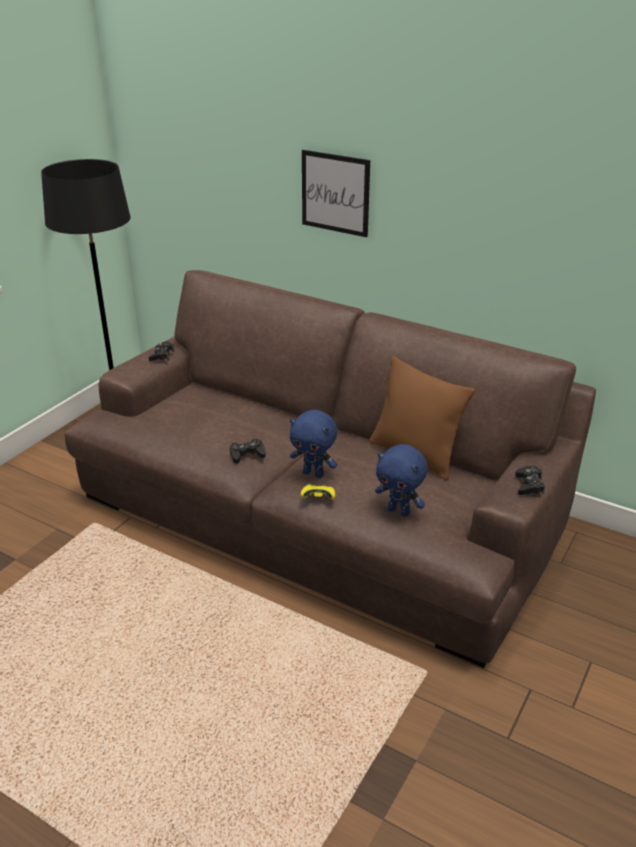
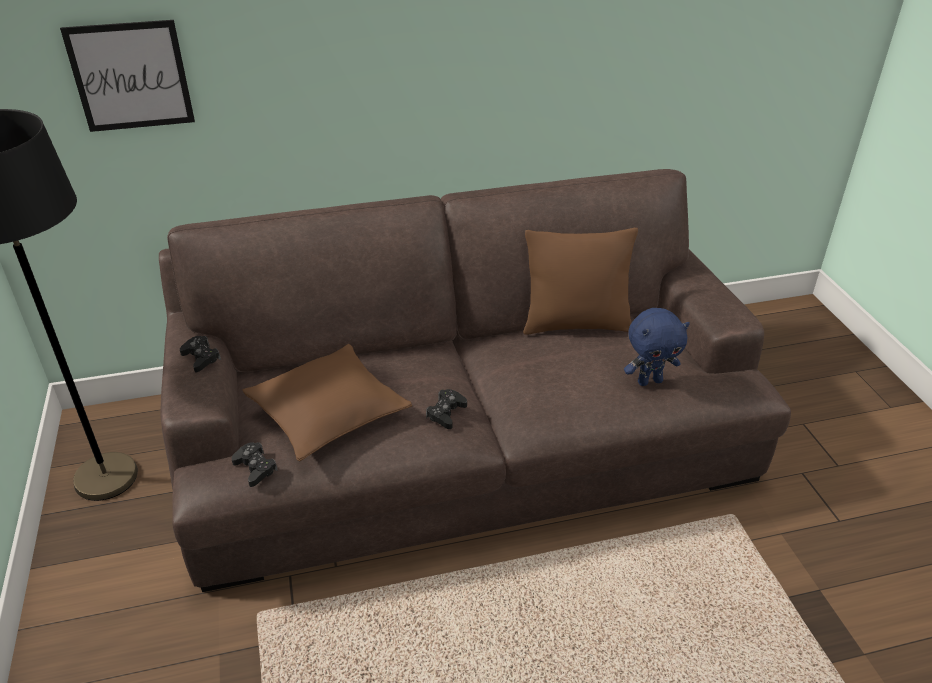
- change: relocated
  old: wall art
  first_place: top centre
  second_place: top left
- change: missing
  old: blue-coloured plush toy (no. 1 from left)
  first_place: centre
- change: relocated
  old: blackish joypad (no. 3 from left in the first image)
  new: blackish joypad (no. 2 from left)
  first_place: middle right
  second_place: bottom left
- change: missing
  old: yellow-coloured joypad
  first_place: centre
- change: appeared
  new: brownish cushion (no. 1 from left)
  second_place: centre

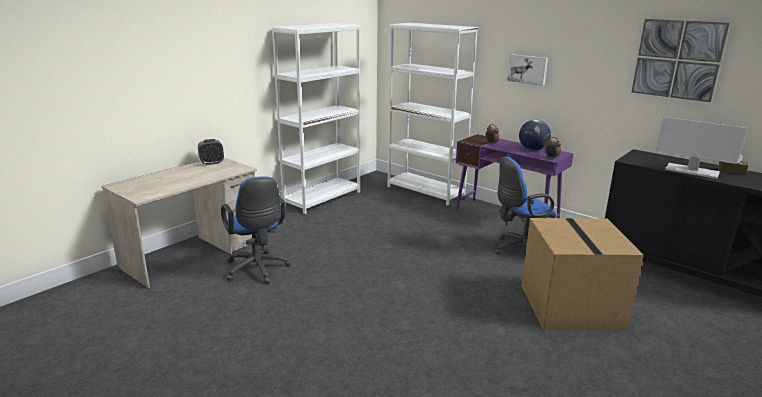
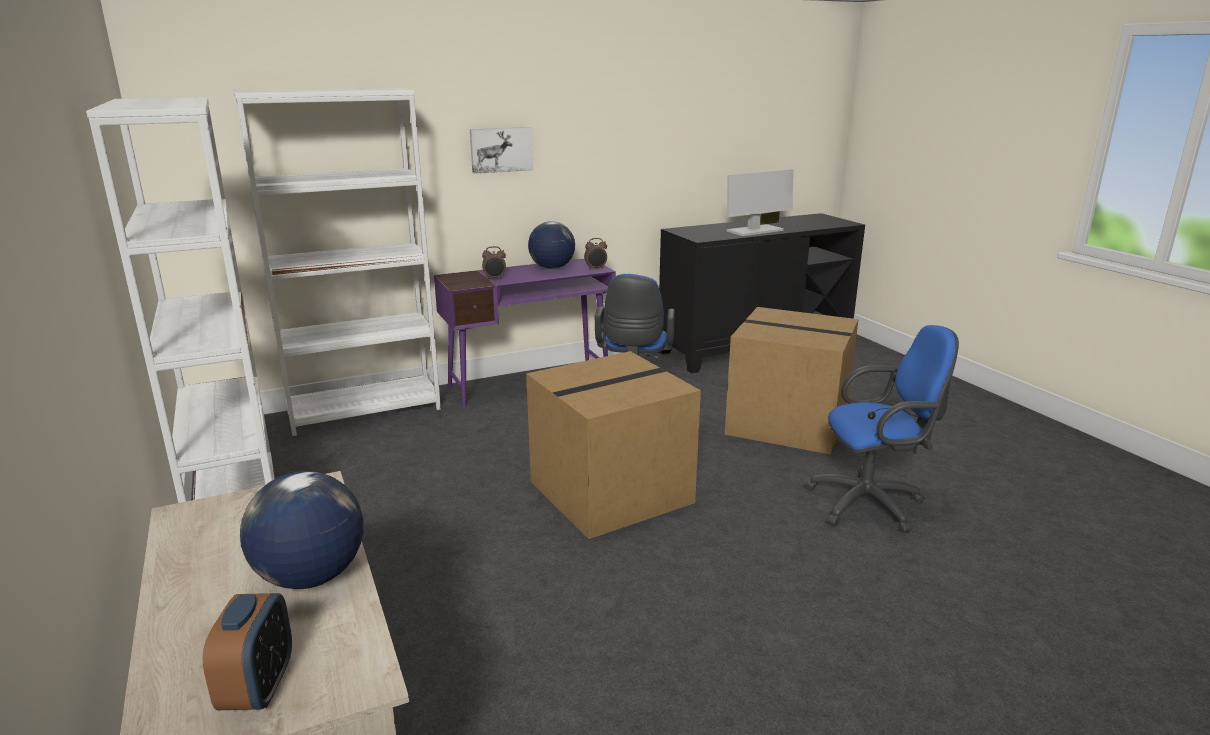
- change: missing
  old: wall art (no. 2 from left)
  first_place: top right
- change: relocated
  old: table clock (no. 1 from left)
  first_place: middle left
  second_place: bottom left
- change: relocated
  old: blue-coloured office chair (no. 1 from left in the first image)
  new: blue-coloured office chair (no. 2 from left)
  first_place: centre
  second_place: middle right
- change: appeared
  new: cardboard box (no. 1 from left)
  second_place: centre
- change: appeared
  new: world globe (no. 1 from left)
  second_place: bottom left

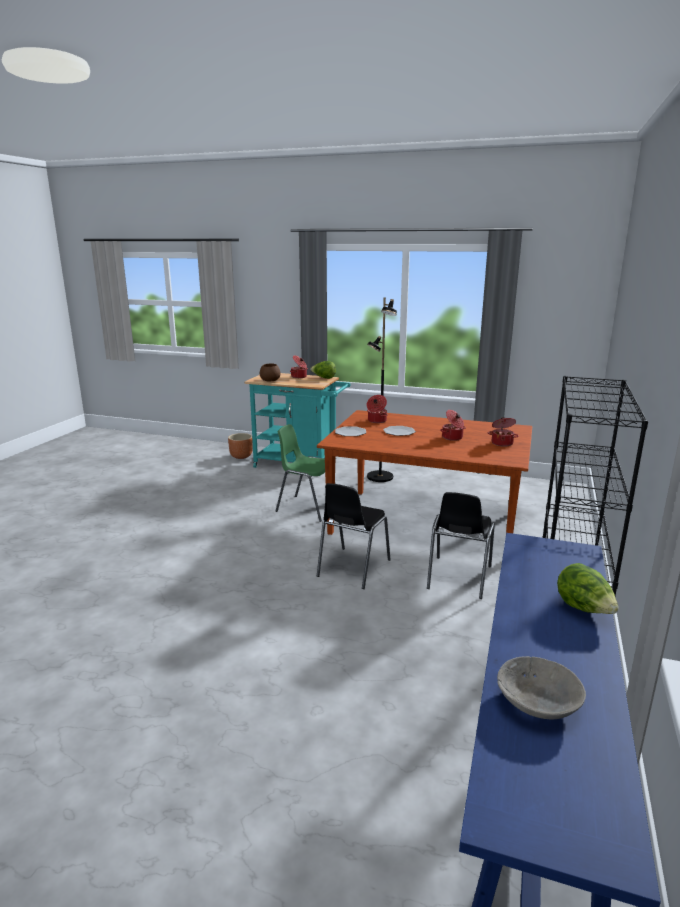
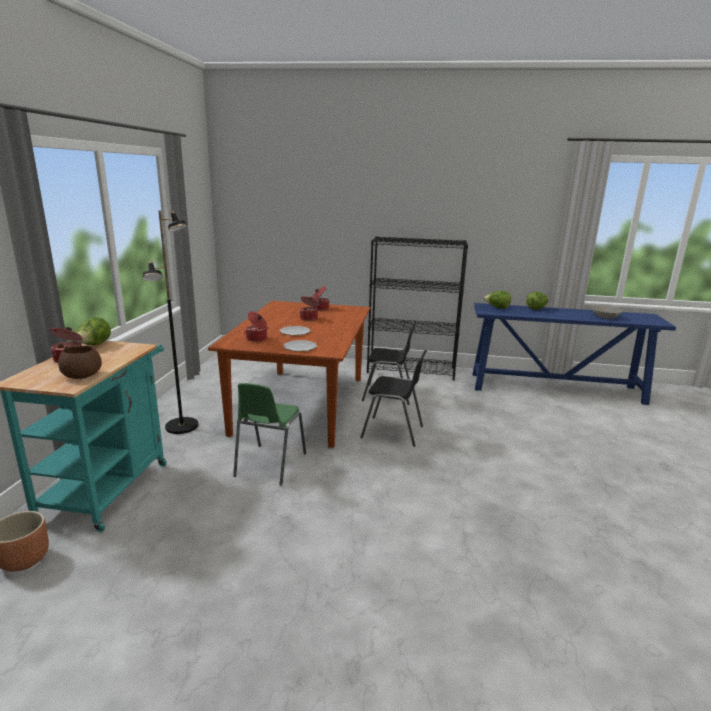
- change: appeared
  new: lettuce (no. 2 from left)
  second_place: middle right

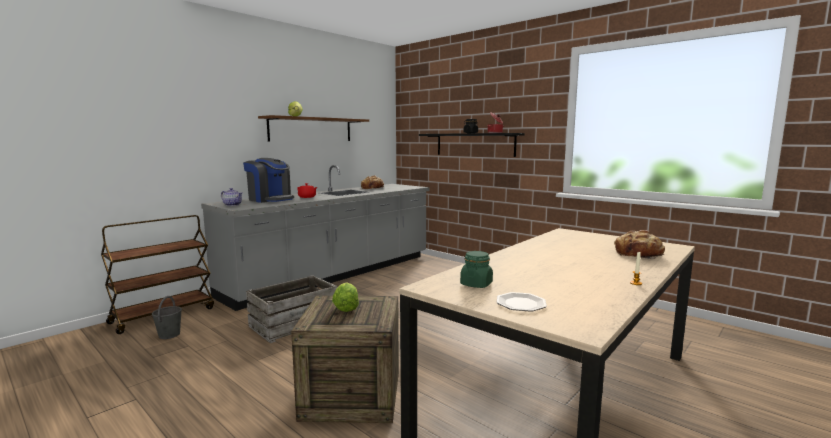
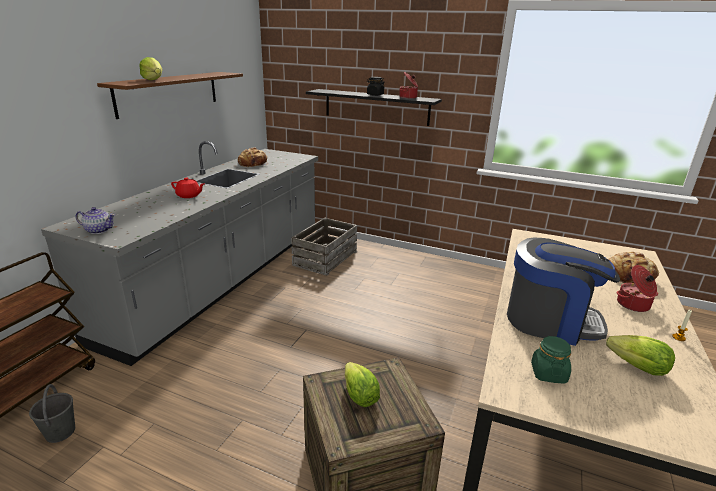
- change: relocated
  old: coffee machine
  first_place: middle left
  second_place: middle right
- change: relocated
  old: packing crate (no. 1 from left)
  first_place: bottom centre
  second_place: centre
- change: missing
  old: dinner plate
  first_place: bottom centre
- change: appeared
  new: saucepot (no. 2 from left)
  second_place: middle right
- change: appeared
  new: lettuce (no. 3 from left)
  second_place: bottom right

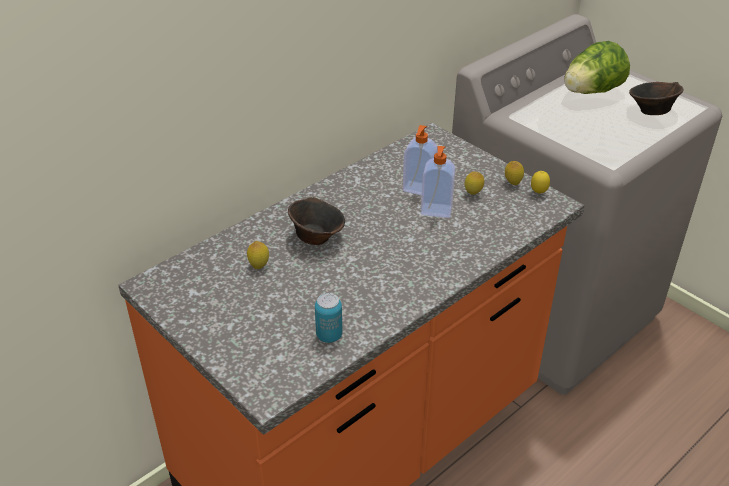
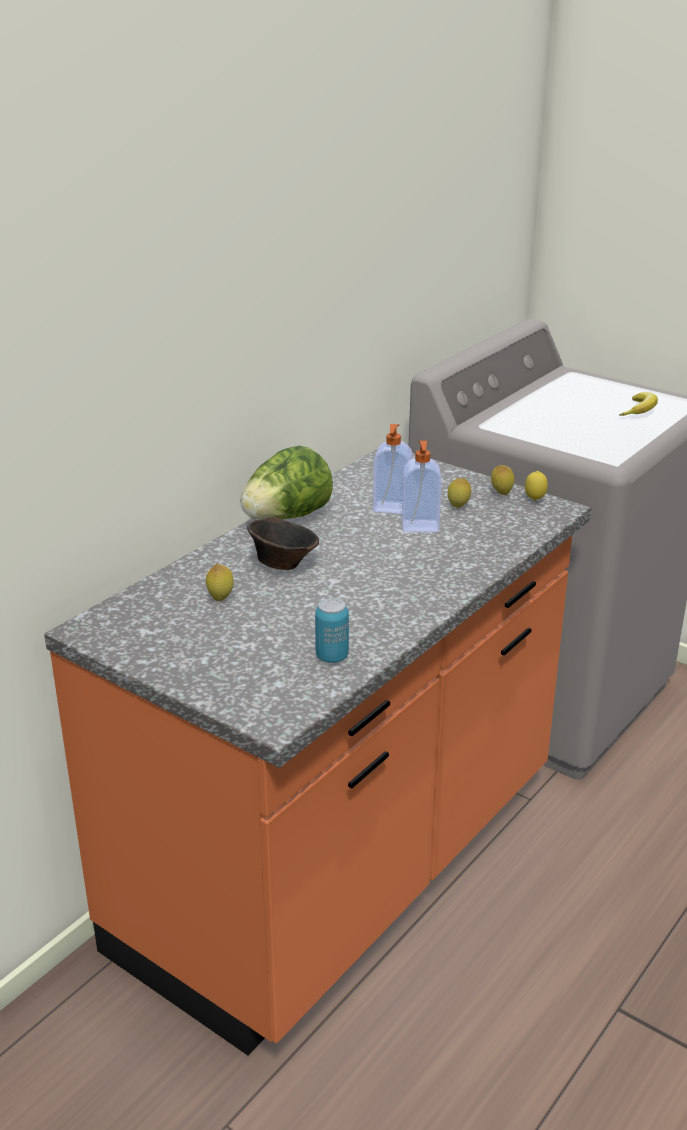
- change: relocated
  old: lettuce
  first_place: top right
  second_place: centre
- change: exchanged
  old: brownish serving bowl (no. 2 from left)
  new: banana
  first_place: top right
  second_place: middle right

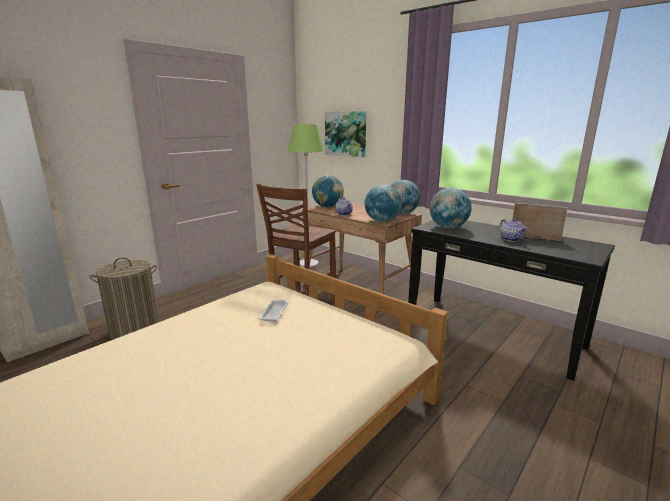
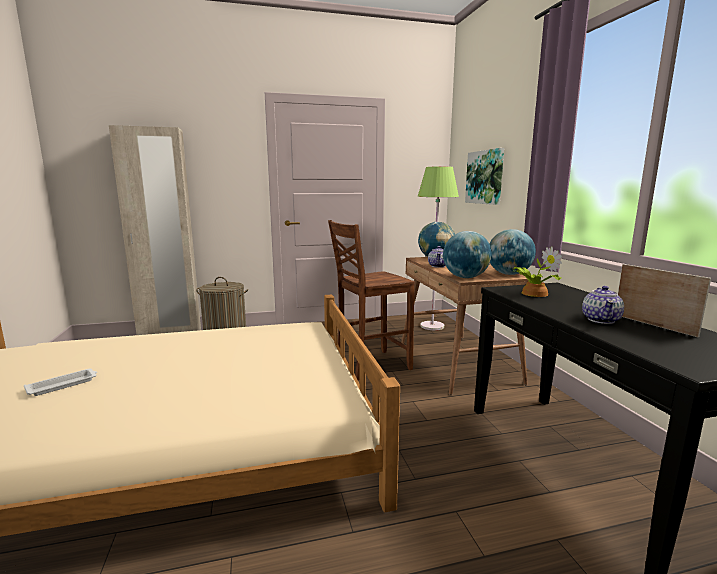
- change: exchanged
  old: world globe (no. 4 from left)
  new: potted plant
  first_place: middle right
  second_place: middle right
- change: relocated
  old: white-coloured serving tray
  first_place: centre
  second_place: middle left

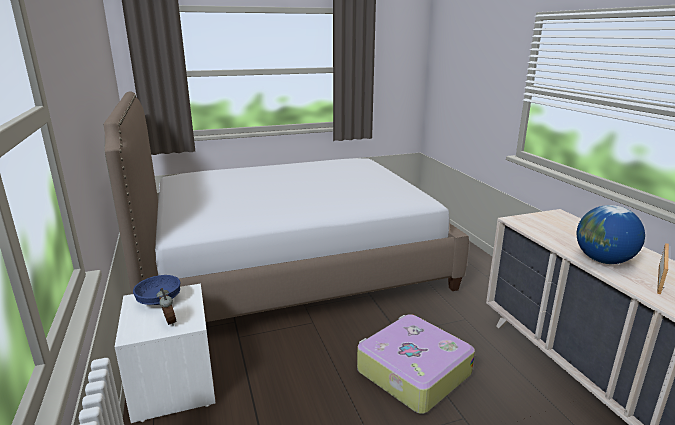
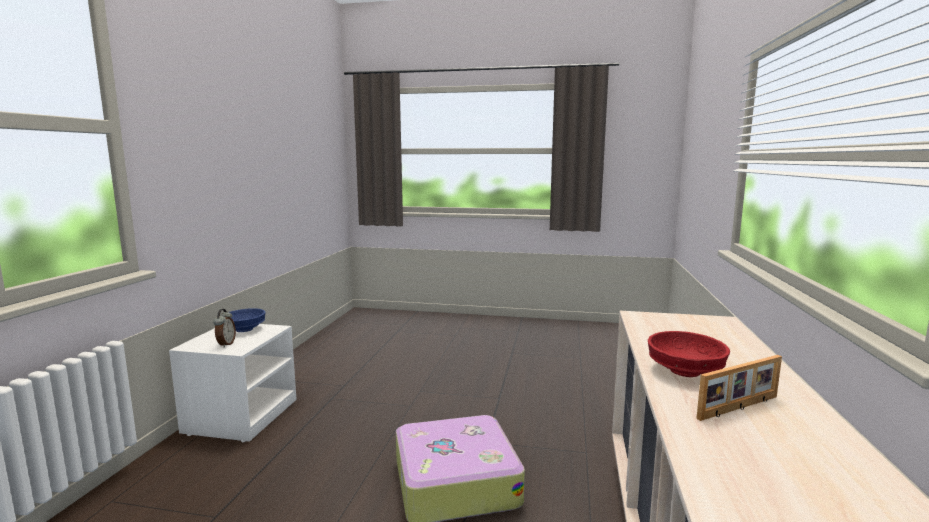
- change: missing
  old: sleeping bed
  first_place: centre
- change: exchanged
  old: world globe
  new: red-coloured serving bowl
  first_place: middle right
  second_place: bottom right

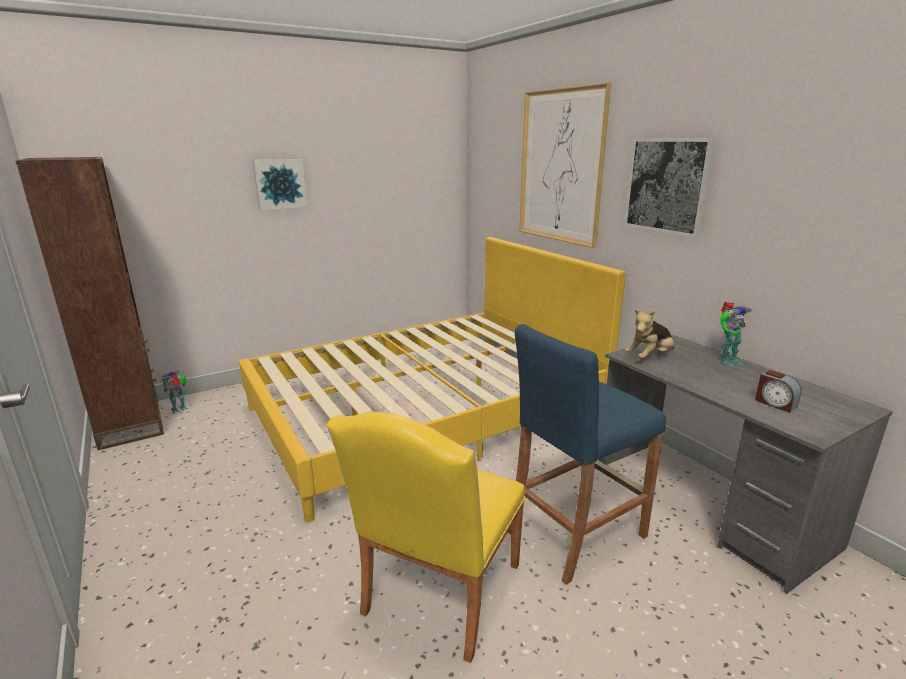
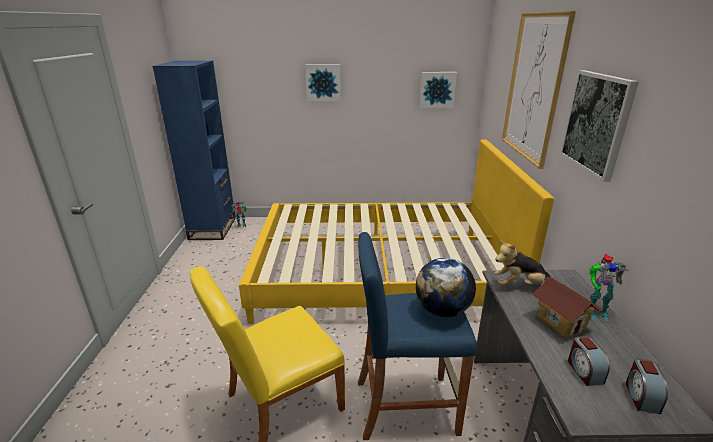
- change: colour
  old: brownish bookshelf
  new: blue-coloured bookshelf
  first_place: middle left
  second_place: middle left
- change: appeared
  new: wall art (no. 2 from left)
  second_place: top centre
- change: appeared
  new: world globe
  second_place: centre
- change: appeared
  new: toy house
  second_place: bottom right
- change: appeared
  new: table clock (no. 2 from left)
  second_place: bottom right

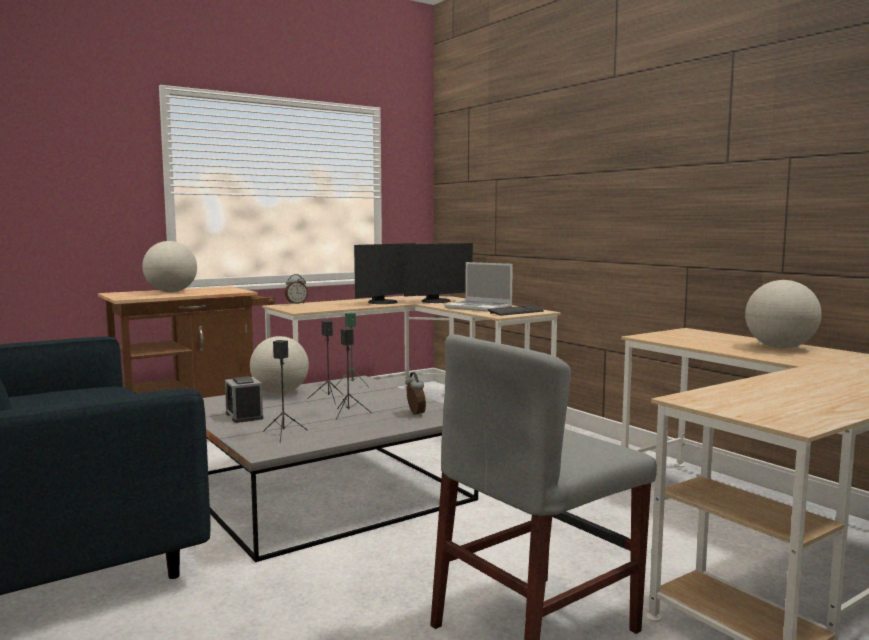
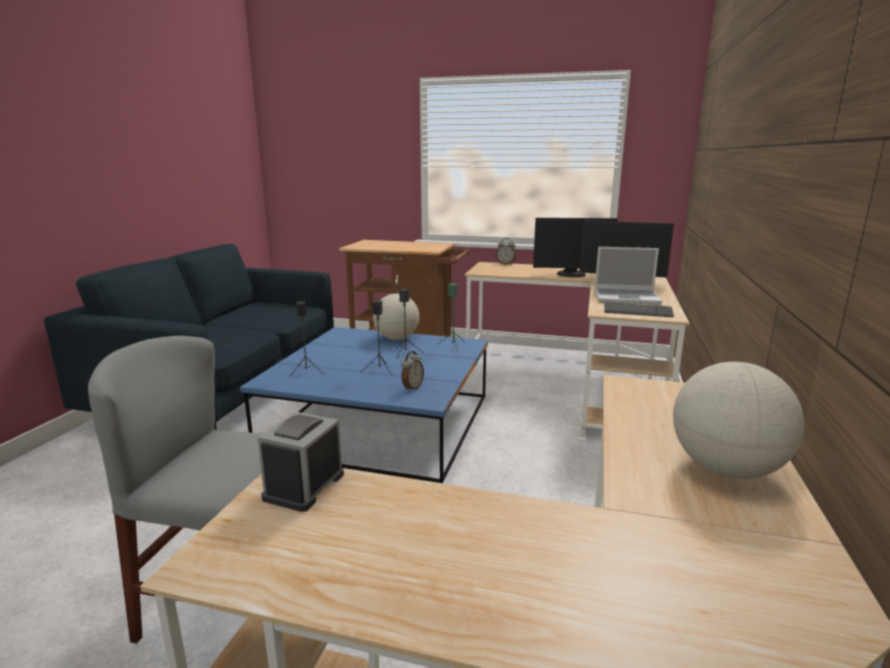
- change: missing
  old: world globe (no. 1 from left)
  first_place: middle left
- change: spun
  old: portable computer
  first_place: centre
  second_place: middle right
  degrees: -75
- change: colour
  old: gray lounge table
  new: blue-coloured lounge table
  first_place: bottom centre
  second_place: centre
- change: relocated
  old: table clock (no. 1 from left)
  first_place: middle left
  second_place: bottom centre

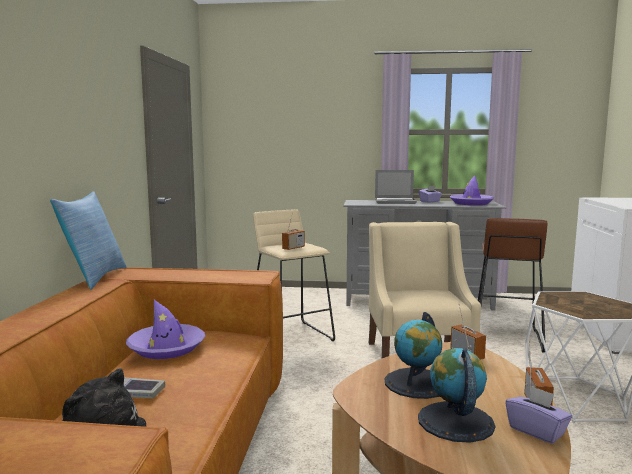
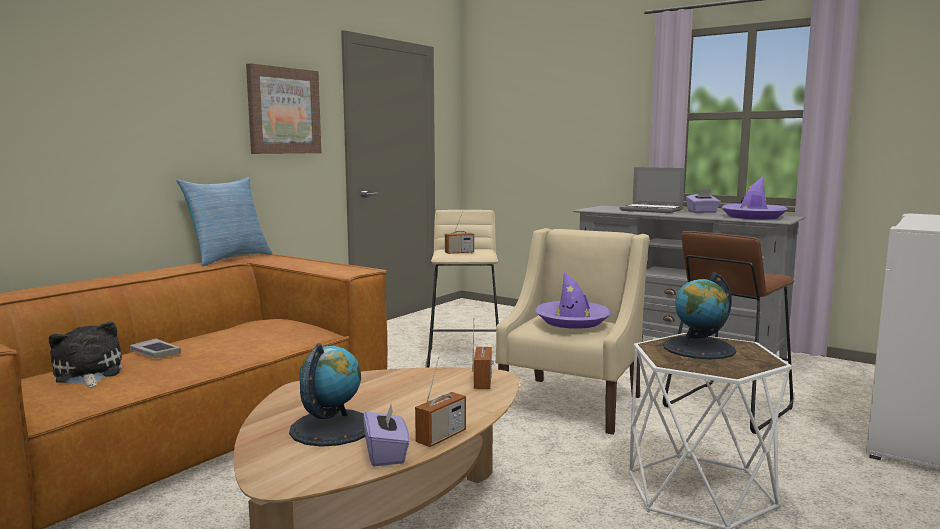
- change: relocated
  old: purple wearable hat (no. 1 from left)
  first_place: bottom left
  second_place: centre
- change: relocated
  old: world globe (no. 1 from left in the first image)
  new: world globe (no. 2 from left)
  first_place: bottom centre
  second_place: middle right
- change: appeared
  new: wall art
  second_place: top left

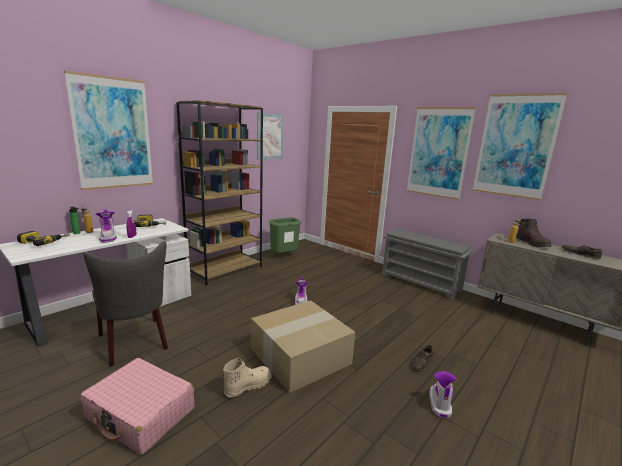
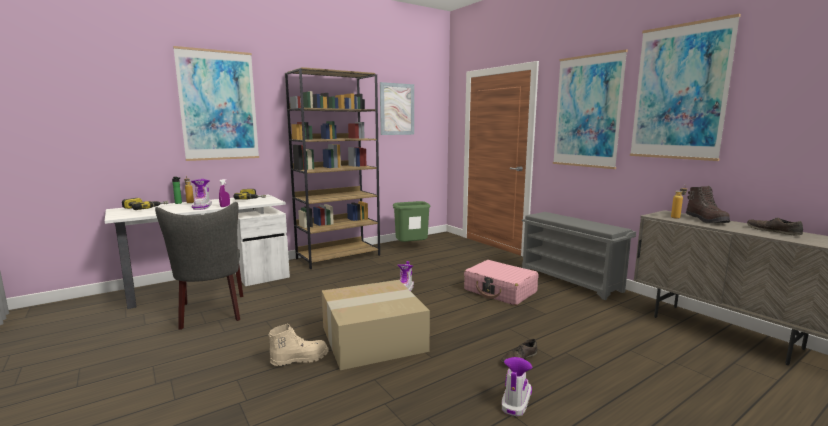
- change: relocated
  old: pink travel case
  first_place: bottom left
  second_place: centre

